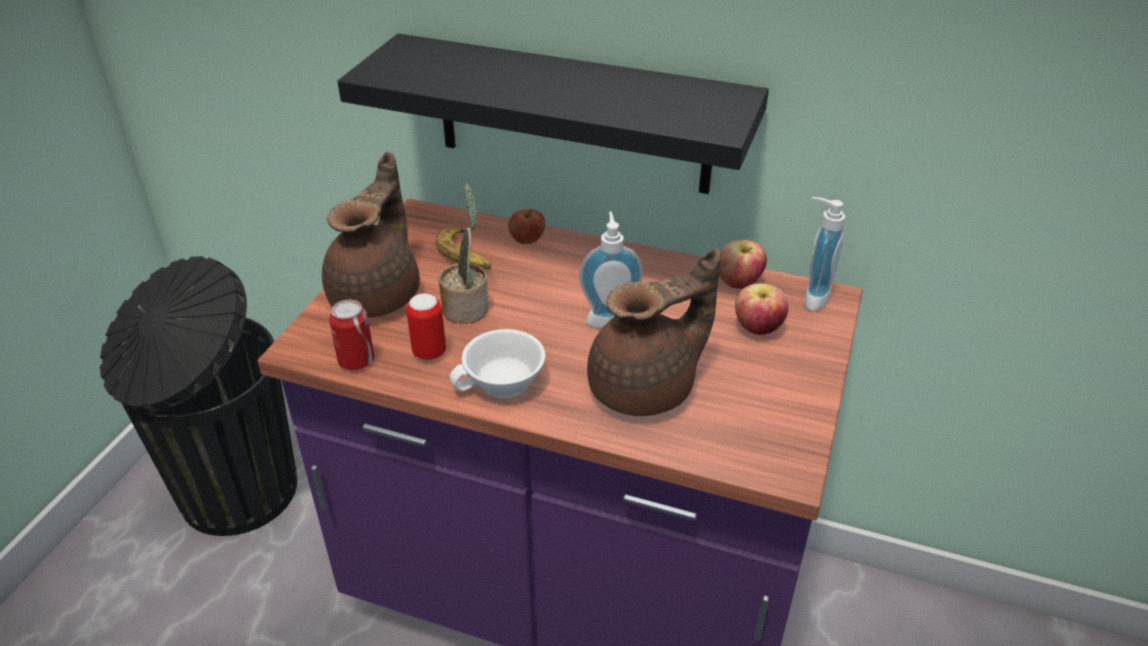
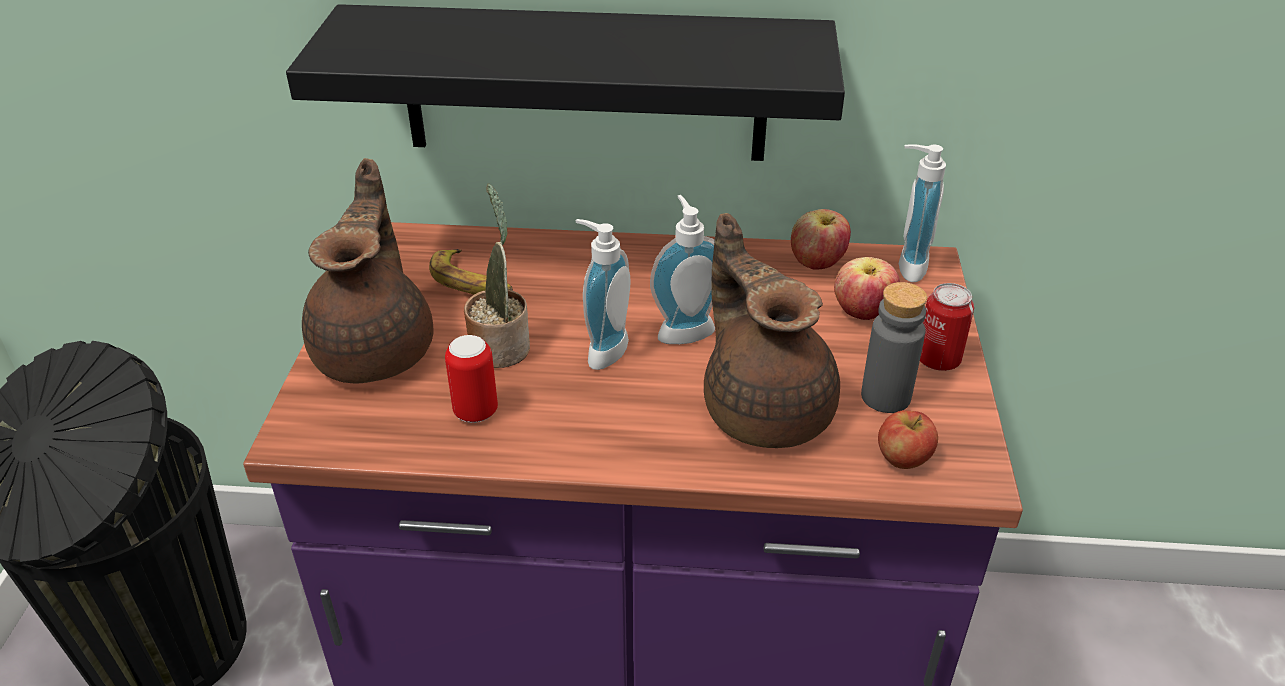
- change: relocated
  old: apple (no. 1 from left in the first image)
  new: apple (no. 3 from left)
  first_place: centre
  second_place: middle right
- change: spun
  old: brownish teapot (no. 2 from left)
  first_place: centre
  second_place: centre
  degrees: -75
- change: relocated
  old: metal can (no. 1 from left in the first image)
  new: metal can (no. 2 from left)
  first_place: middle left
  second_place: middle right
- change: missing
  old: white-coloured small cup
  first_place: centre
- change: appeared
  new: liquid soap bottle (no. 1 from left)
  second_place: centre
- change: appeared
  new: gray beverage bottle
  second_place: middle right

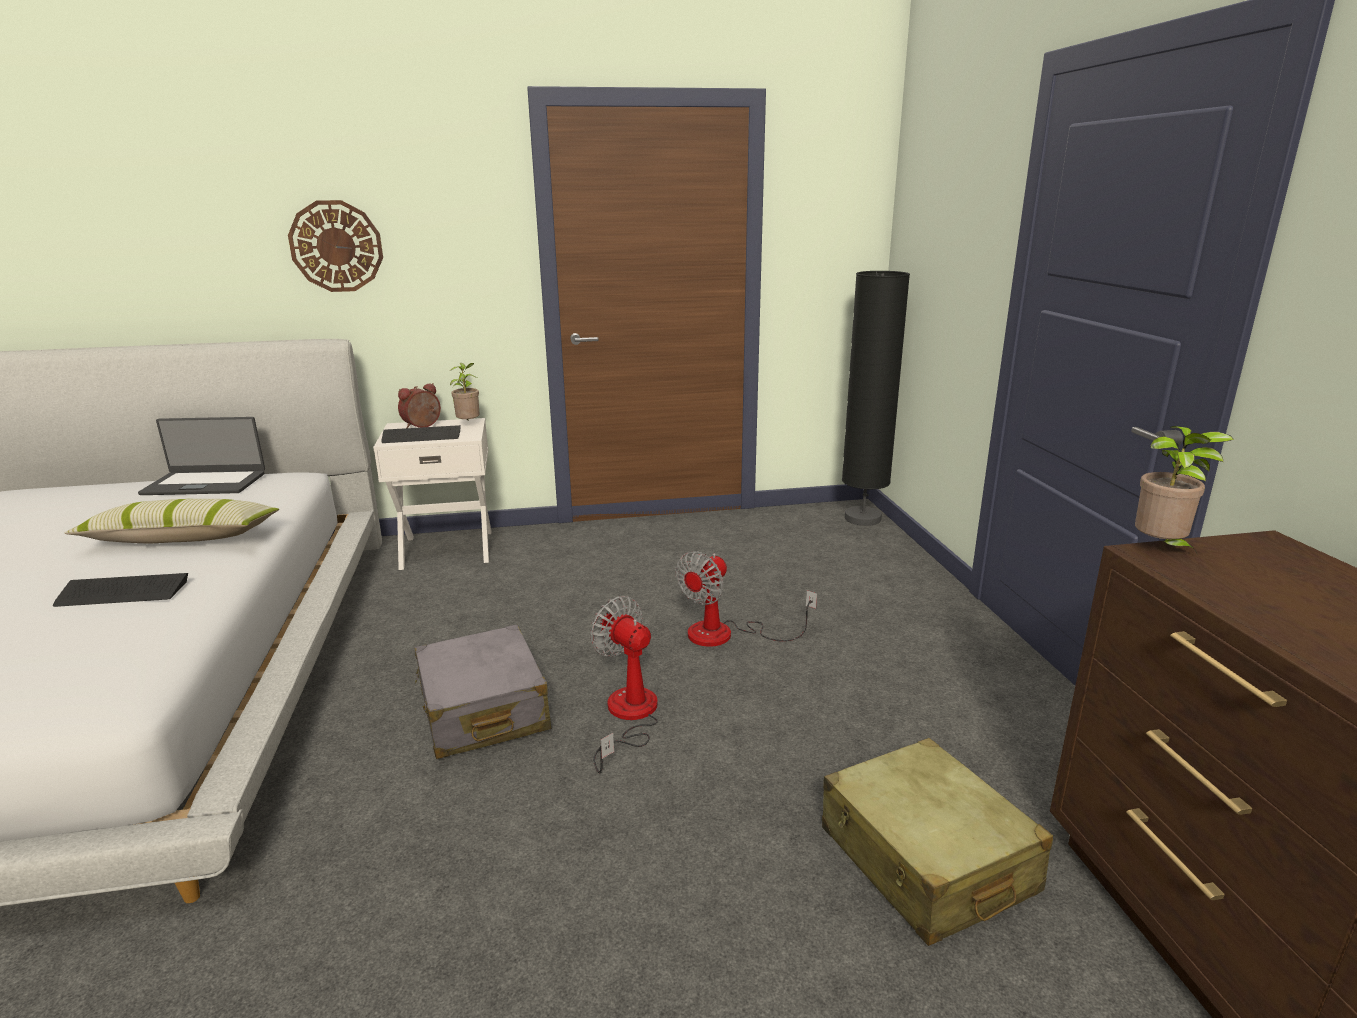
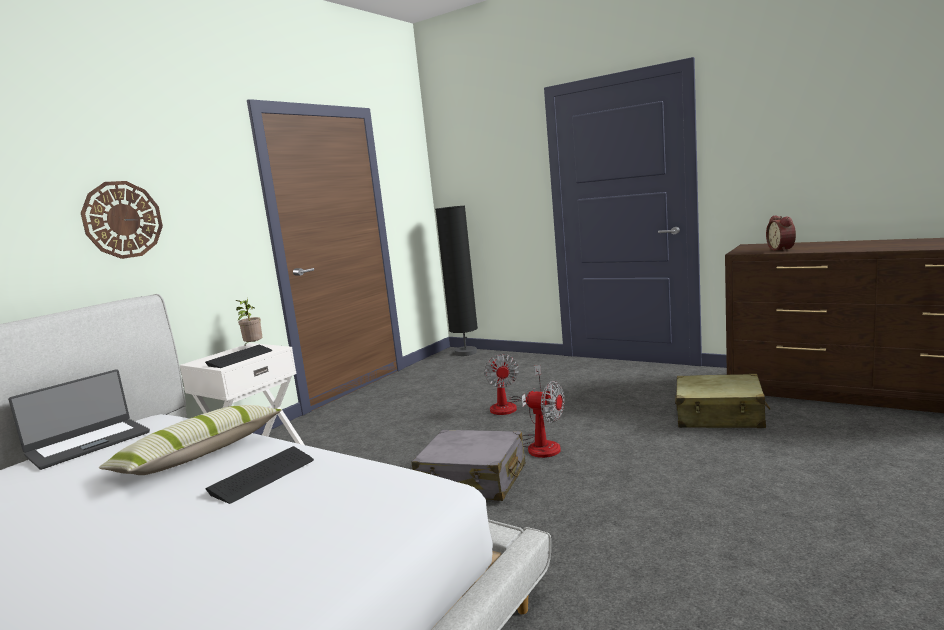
- change: relocated
  old: table clock
  first_place: middle left
  second_place: middle right
- change: missing
  old: potted plant (no. 2 from left)
  first_place: middle right
- change: spun
  old: electric fan (no. 1 from left in the first image)
  first_place: bottom centre
  second_place: centre
  degrees: -150

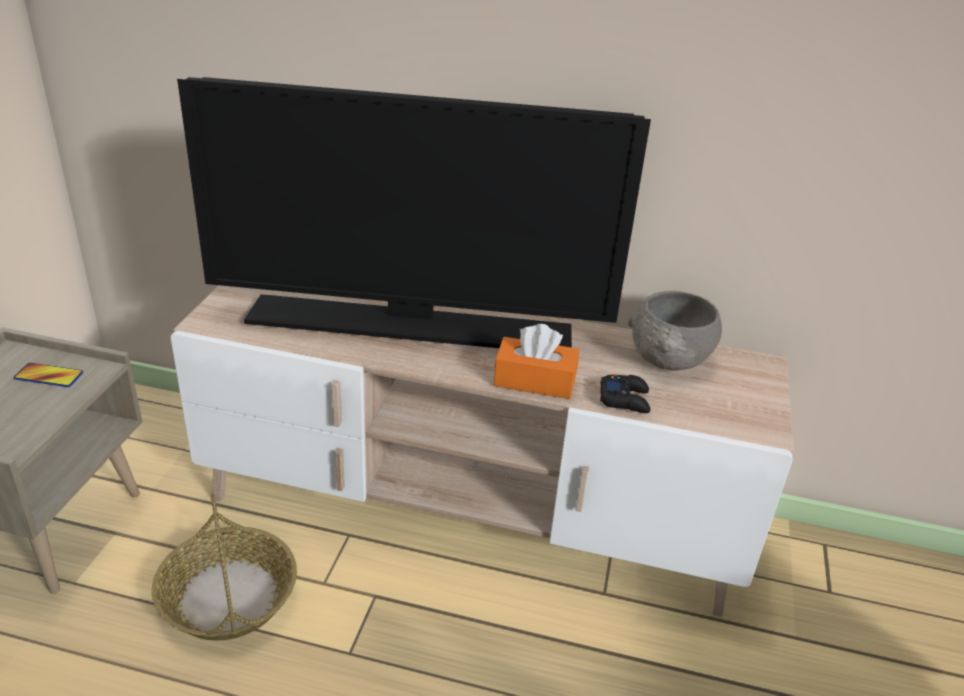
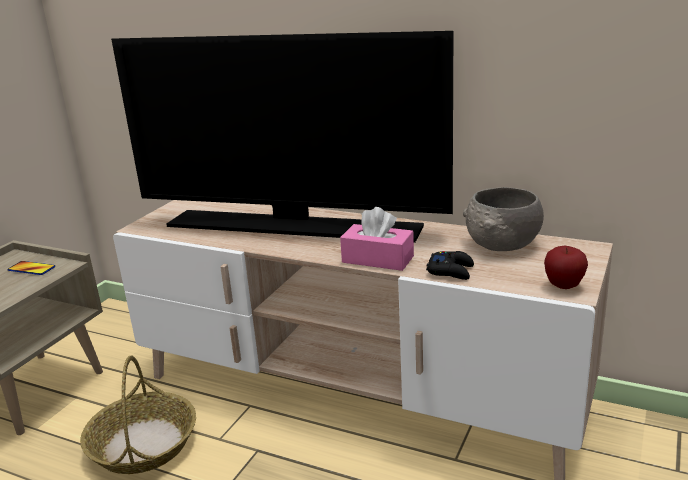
- change: colour
  old: orange tissue box
  new: pink tissue box
  first_place: centre
  second_place: centre
- change: appeared
  new: apple
  second_place: middle right

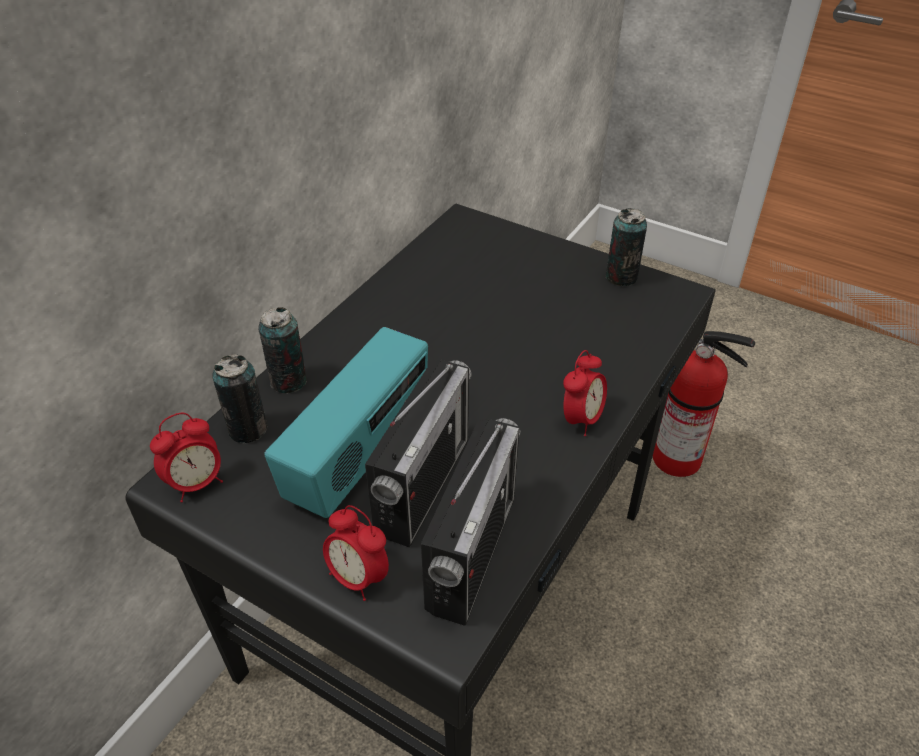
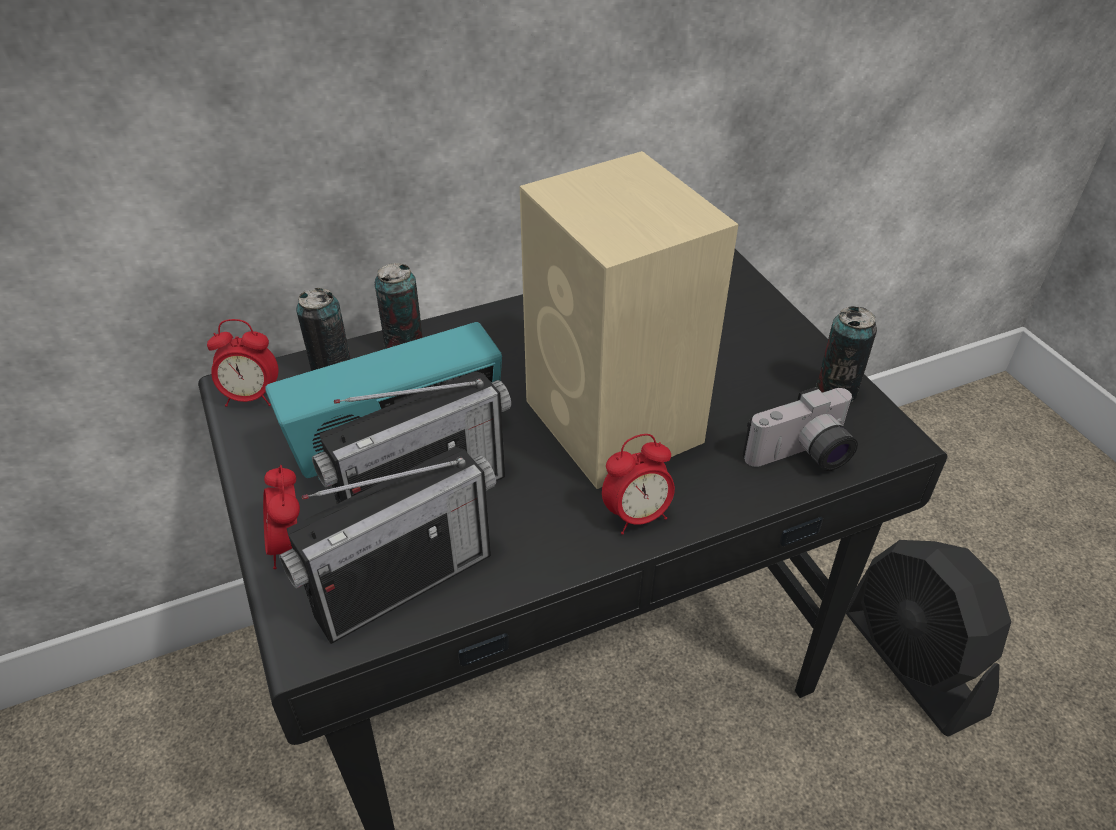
- change: exchanged
  old: fire-fighting cylinder
  new: blackish electric fan
  first_place: middle right
  second_place: bottom right
- change: appeared
  new: beige-coloured audio speaker
  second_place: centre
- change: appeared
  new: photo camera
  second_place: middle right

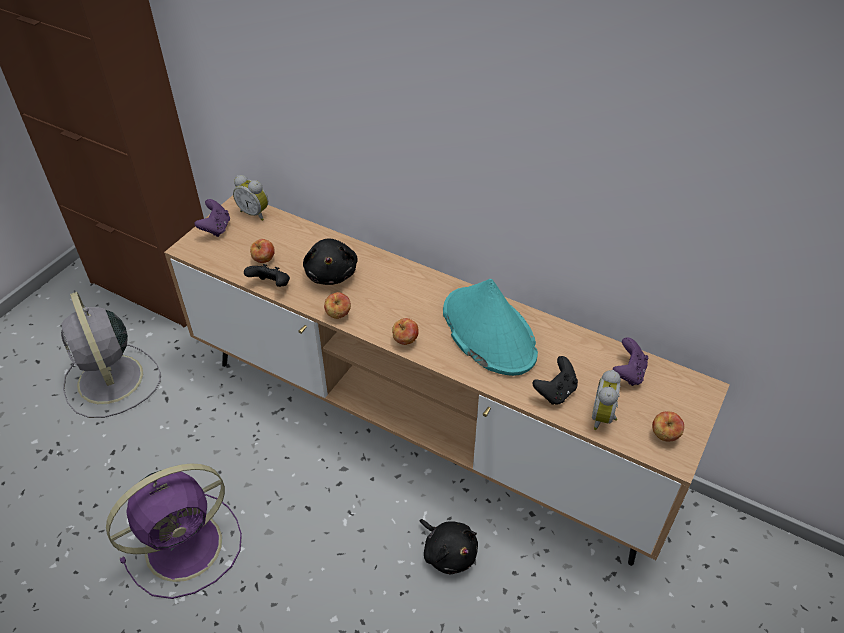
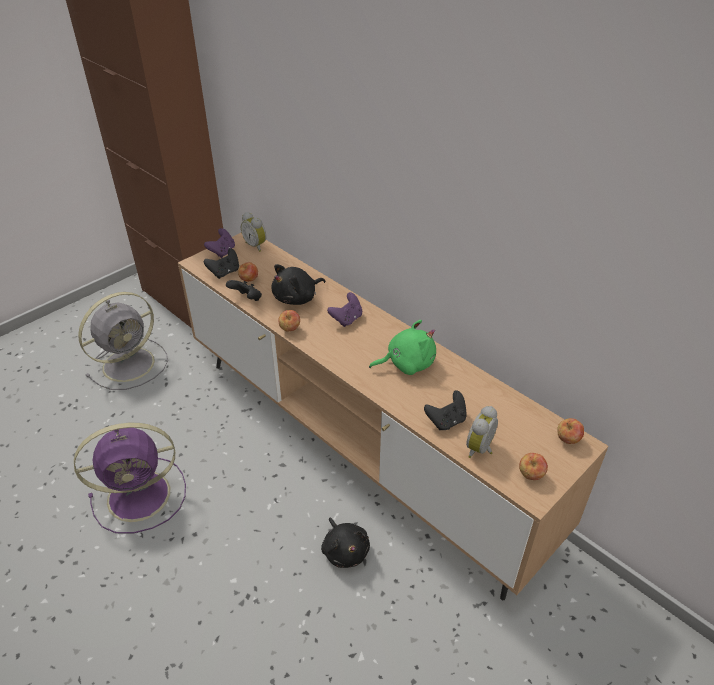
- change: spun
  old: blackish plush toy (no. 1 from left)
  first_place: centre
  second_place: centre
  degrees: 45
- change: exchanged
  old: turquoise-coloured wearable hat
  new: green-coloured plush toy
  first_place: centre
  second_place: centre
- change: spun
  old: gray electric fan
  first_place: middle left
  second_place: middle left
  degrees: -120
- change: relocated
  old: apple (no. 3 from left in the first image)
  new: apple (no. 4 from left)
  first_place: centre
  second_place: middle right
- change: relocated
  old: purple joypad (no. 2 from left)
  first_place: middle right
  second_place: centre
- change: appeared
  new: blackish joypad (no. 1 from left)
  second_place: middle left

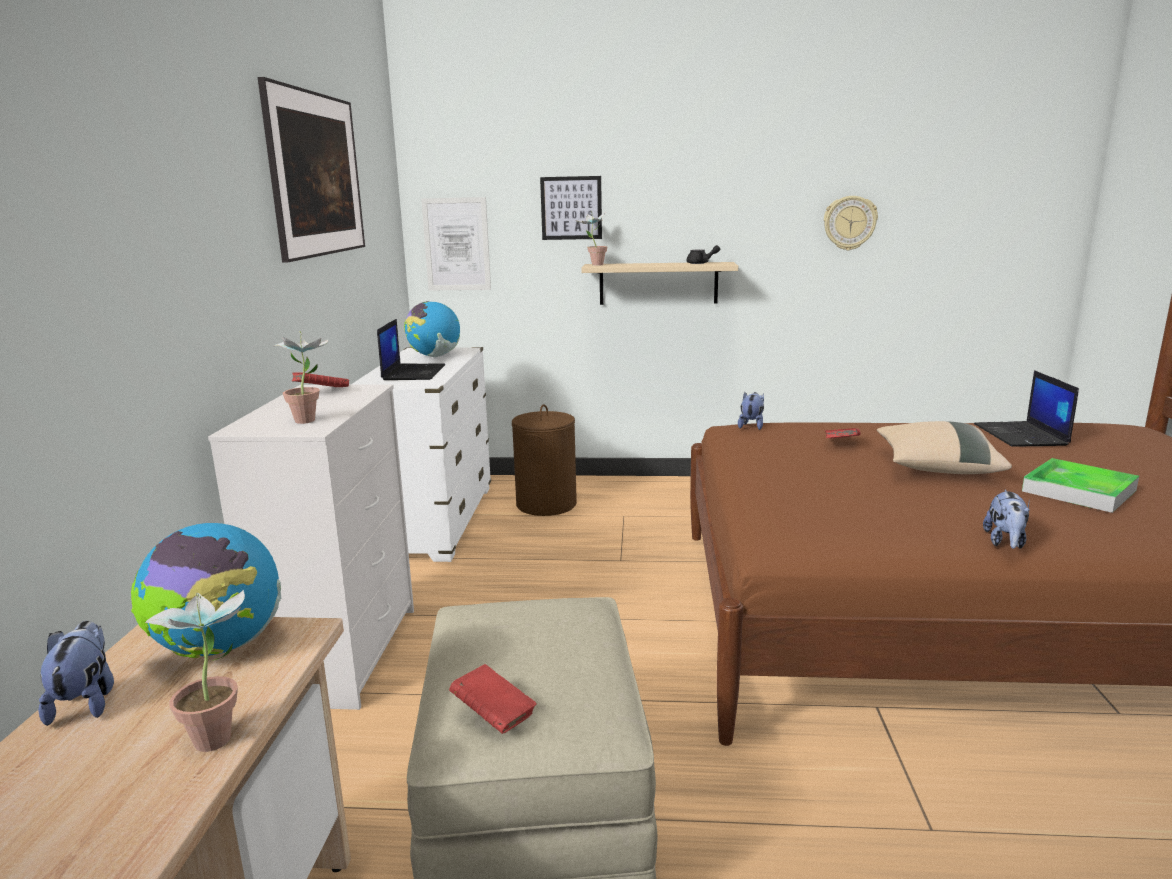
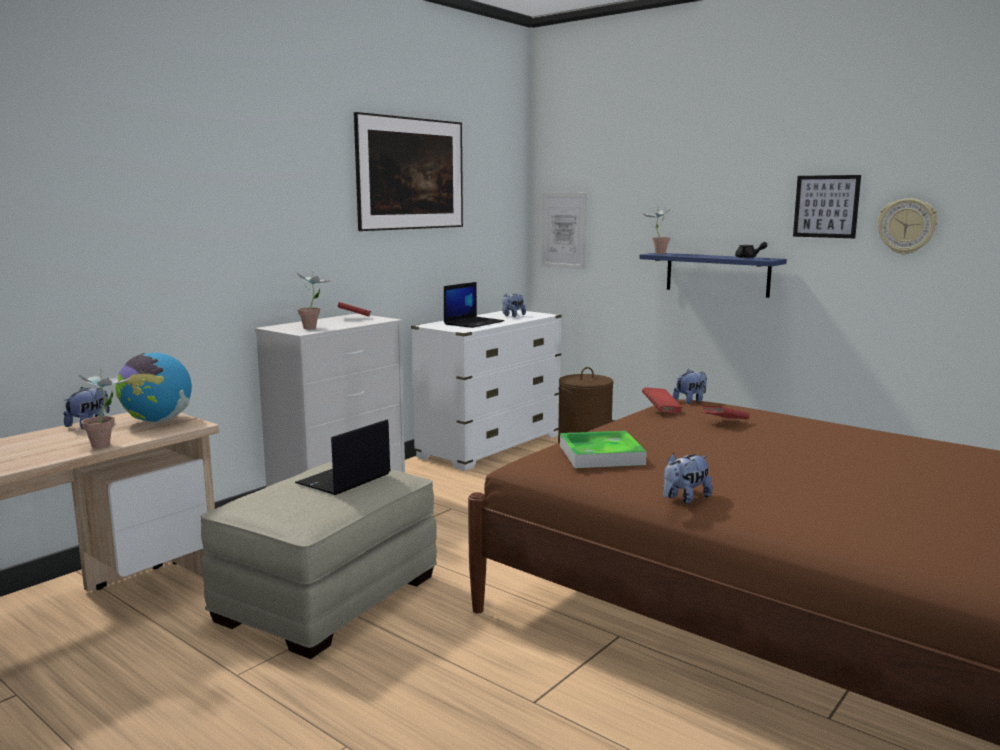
- change: relocated
  old: wall art (no. 3 from left)
  first_place: top centre
  second_place: top right
- change: colour
  old: beige-coloured bracket shelf
  new: blue-coloured bracket shelf
  first_place: top centre
  second_place: middle right
- change: exchanged
  old: world globe (no. 2 from left)
  new: plush toy (no. 2 from left)
  first_place: centre
  second_place: centre
- change: relocated
  old: portable computer (no. 2 from left in the first image)
  new: portable computer (no. 1 from left)
  first_place: middle right
  second_place: centre
- change: missing
  old: beige-coloured cushion
  first_place: middle right
- change: relocated
  old: serving tray
  first_place: middle right
  second_place: centre
- change: relocated
  old: red-coloured book (no. 2 from left)
  first_place: bottom centre
  second_place: centre

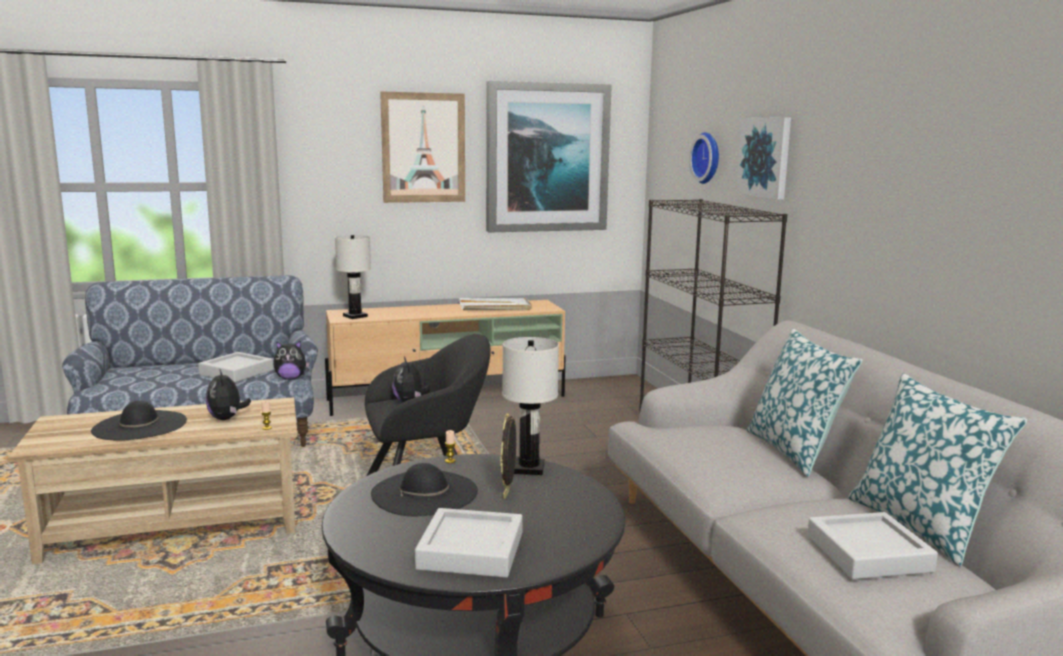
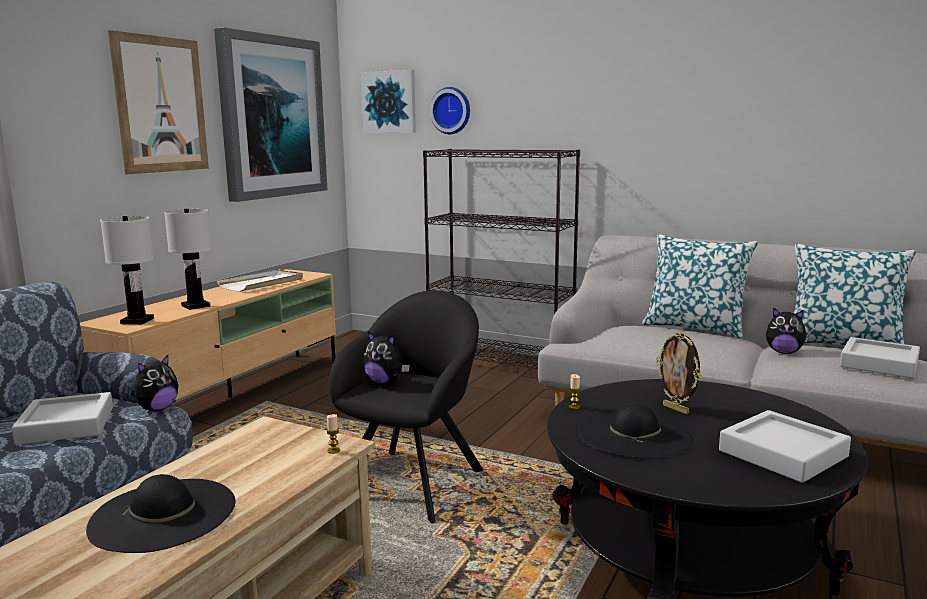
- change: relocated
  old: wall art (no. 3 from left)
  first_place: top right
  second_place: top centre
- change: relocated
  old: white-coloured table lamp (no. 2 from left)
  first_place: centre
  second_place: middle left
- change: relocated
  old: plush toy (no. 1 from left in the first image)
  new: plush toy (no. 3 from left)
  first_place: middle left
  second_place: middle right

